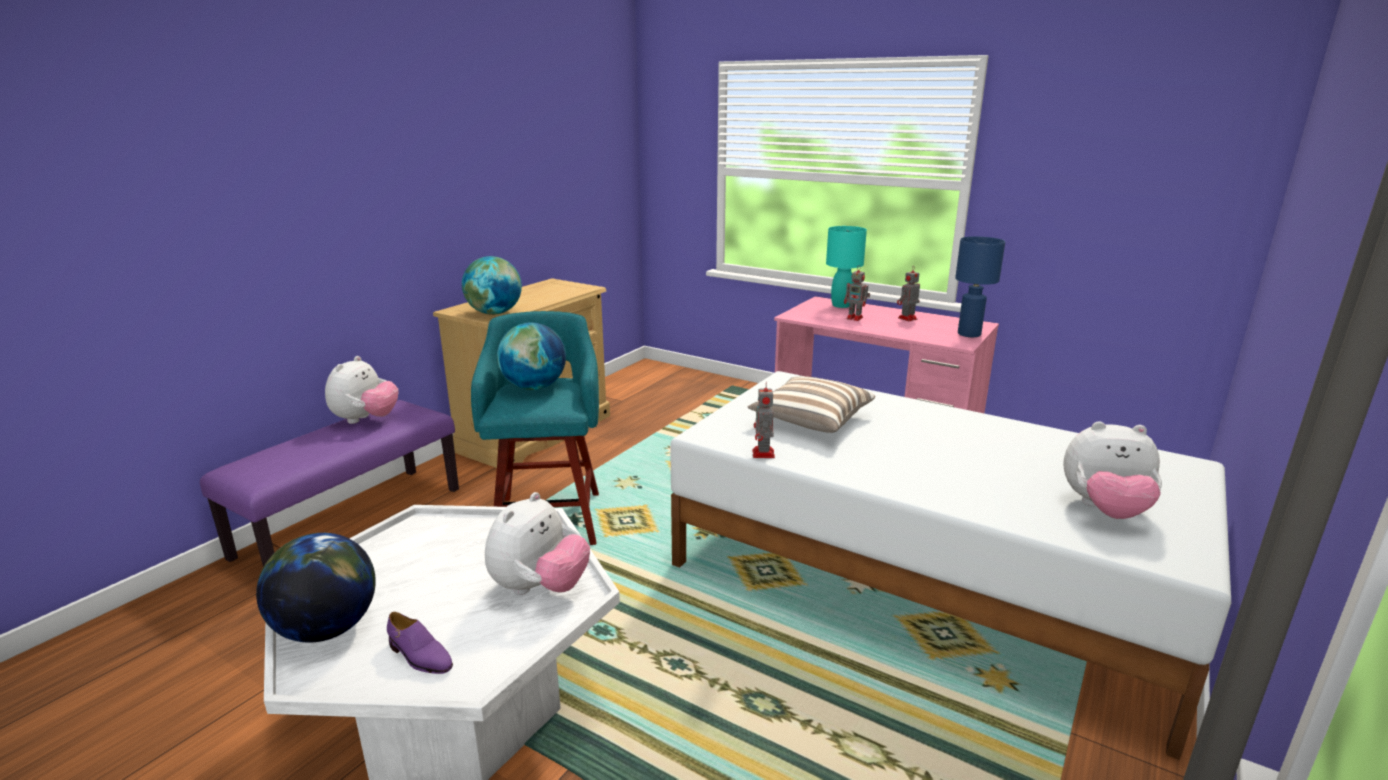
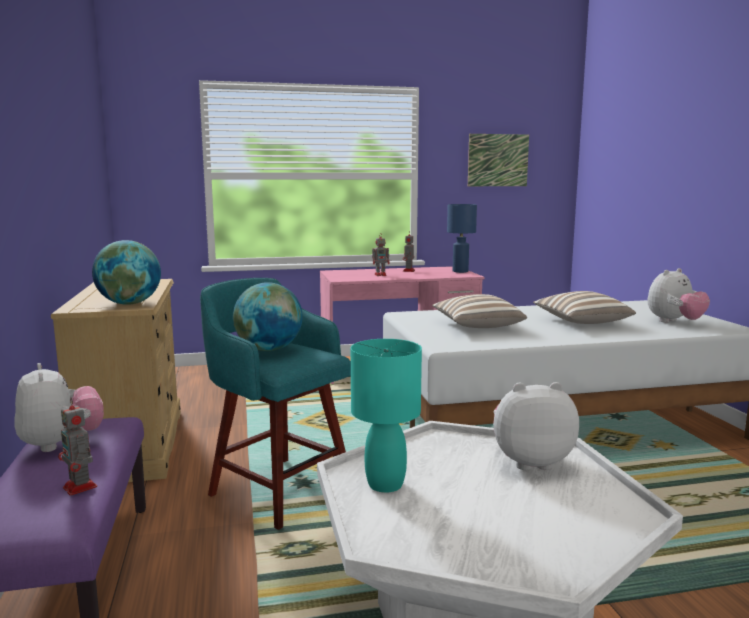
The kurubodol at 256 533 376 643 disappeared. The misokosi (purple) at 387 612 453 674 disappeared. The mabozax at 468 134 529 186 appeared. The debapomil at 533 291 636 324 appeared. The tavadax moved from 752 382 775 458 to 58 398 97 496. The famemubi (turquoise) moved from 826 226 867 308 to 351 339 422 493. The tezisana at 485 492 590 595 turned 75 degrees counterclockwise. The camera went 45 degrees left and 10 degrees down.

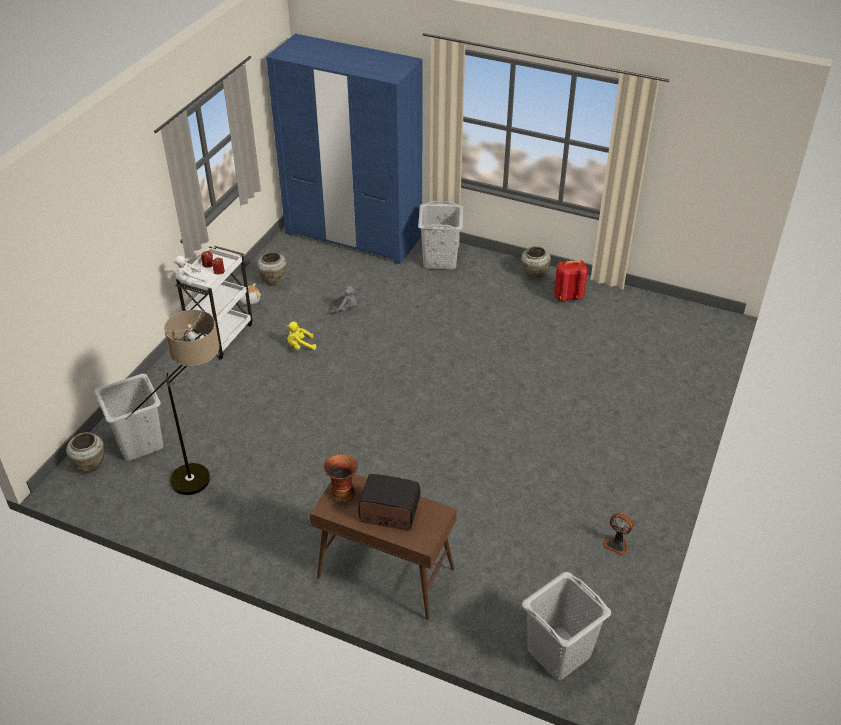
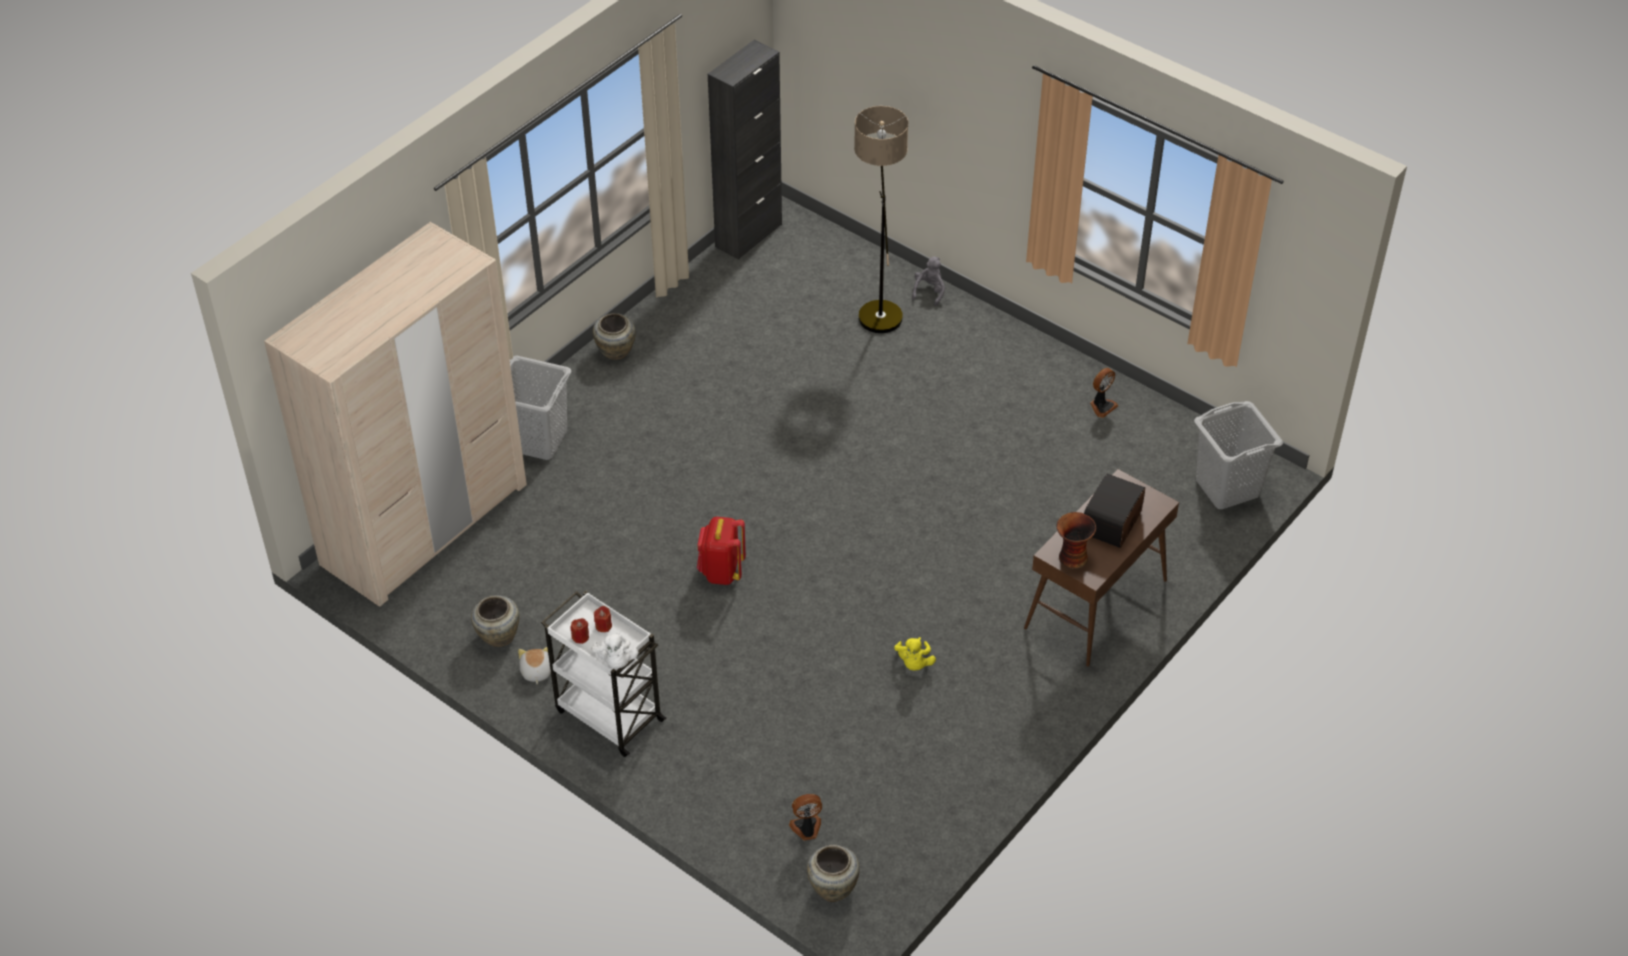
The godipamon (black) at 708 40 782 260 appeared. The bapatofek moved from 125 310 219 495 to 854 106 908 333. The tezisana (yellow) moved from 286 322 316 350 to 894 637 936 671. The tezisana (grey) moved from 330 286 357 315 to 912 257 945 306. The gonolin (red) moved from 554 260 588 301 to 697 517 746 585. The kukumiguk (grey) at 94 374 163 461 was replaced by the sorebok at 789 794 822 841. The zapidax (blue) at 266 34 423 264 became the zapidax (beige) at 264 222 527 606. The camera went 75 degrees left and 5 degrees up.

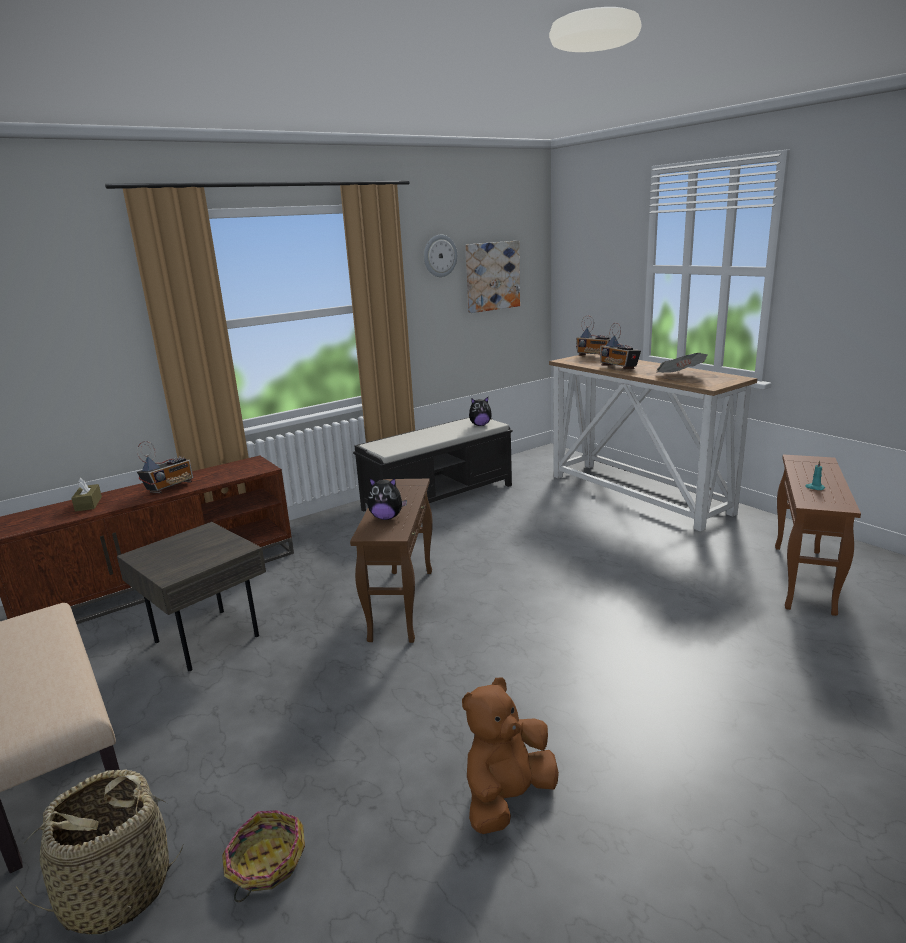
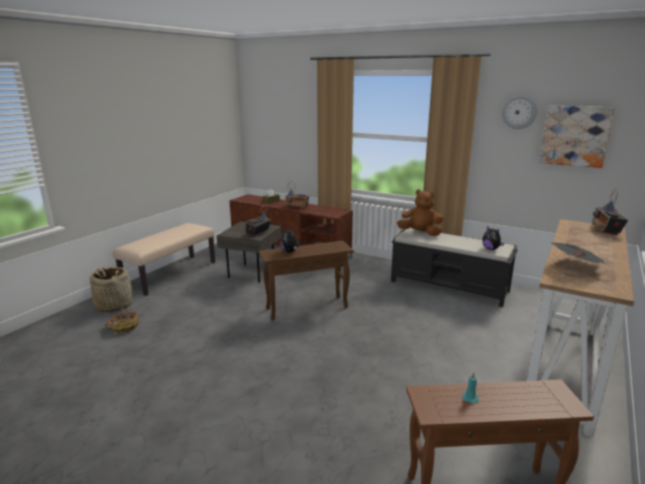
The tezisana (brown) moved from 462 677 559 834 to 397 189 443 236. The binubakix moved from 599 323 641 369 to 245 204 271 237. The camera went 65 degrees right and 0 degrees up.

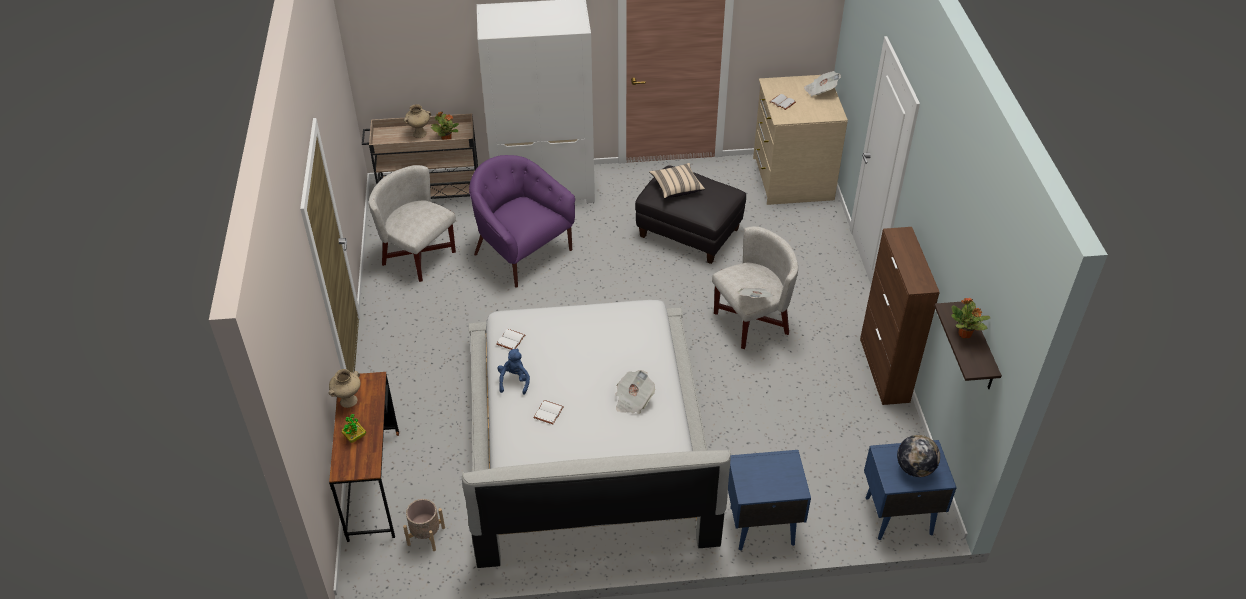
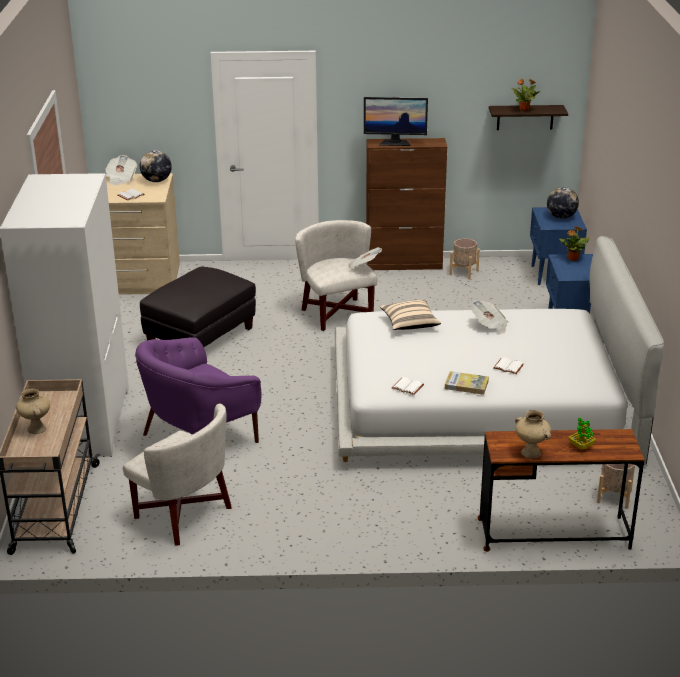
The kurubodol at 140 150 172 182 appeared. The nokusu at 364 97 428 146 appeared. The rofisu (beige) at 449 238 480 279 appeared. The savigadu moved from 431 112 459 140 to 559 226 590 261. The debapomil (beige) moved from 649 163 705 199 to 380 300 441 330. The tezisana (blue) at 497 348 530 395 was replaced by the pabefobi at 445 371 489 395. The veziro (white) at 369 165 456 282 turned 90 degrees counterclockwise. The camera went 85 degrees left and 15 degrees down.

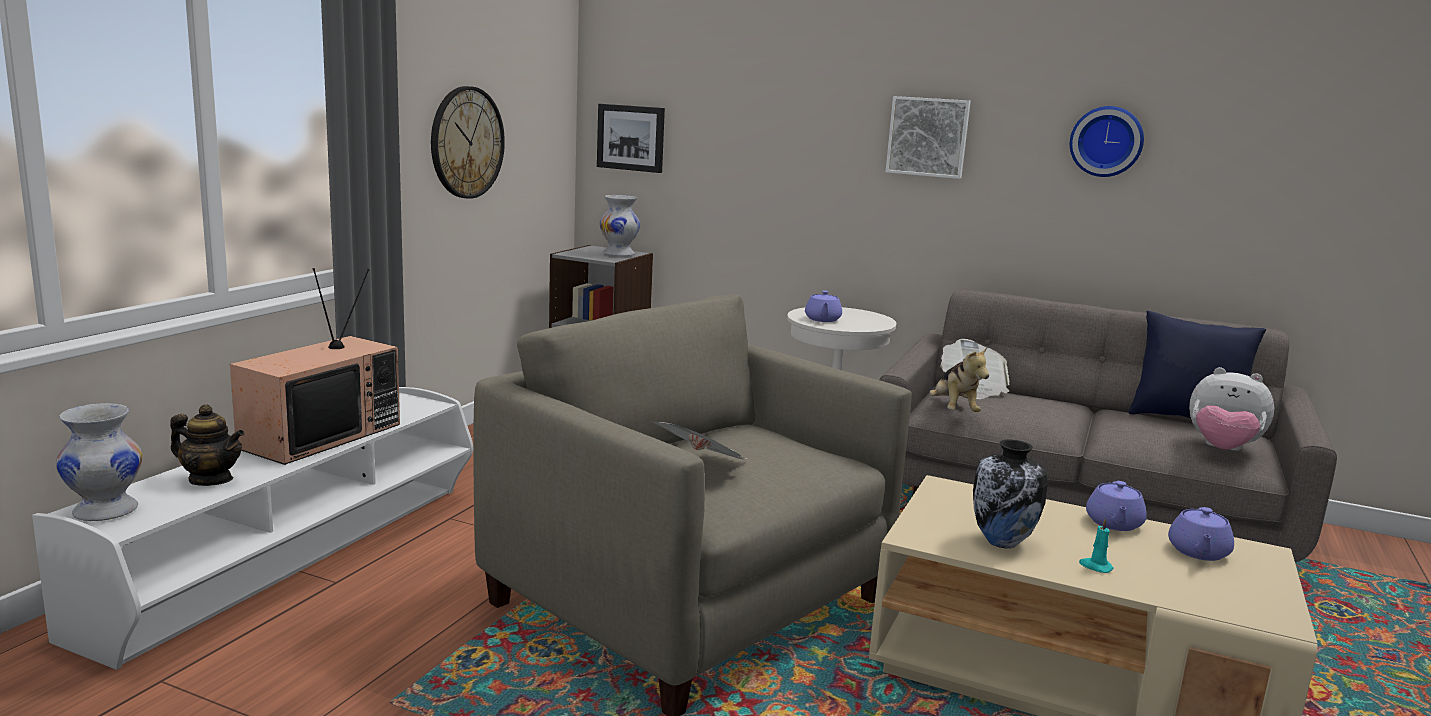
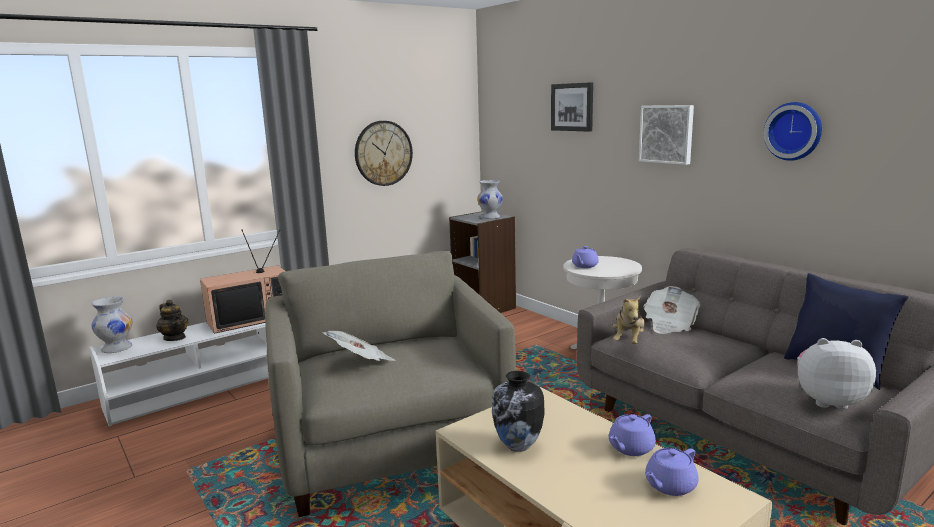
The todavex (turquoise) at 1079 518 1114 573 disappeared. The mabozax moved from 597 104 665 173 to 551 82 593 132. The tezisana at 1189 367 1274 451 turned 135 degrees clockwise. The camera went 30 degrees right and 0 degrees up.

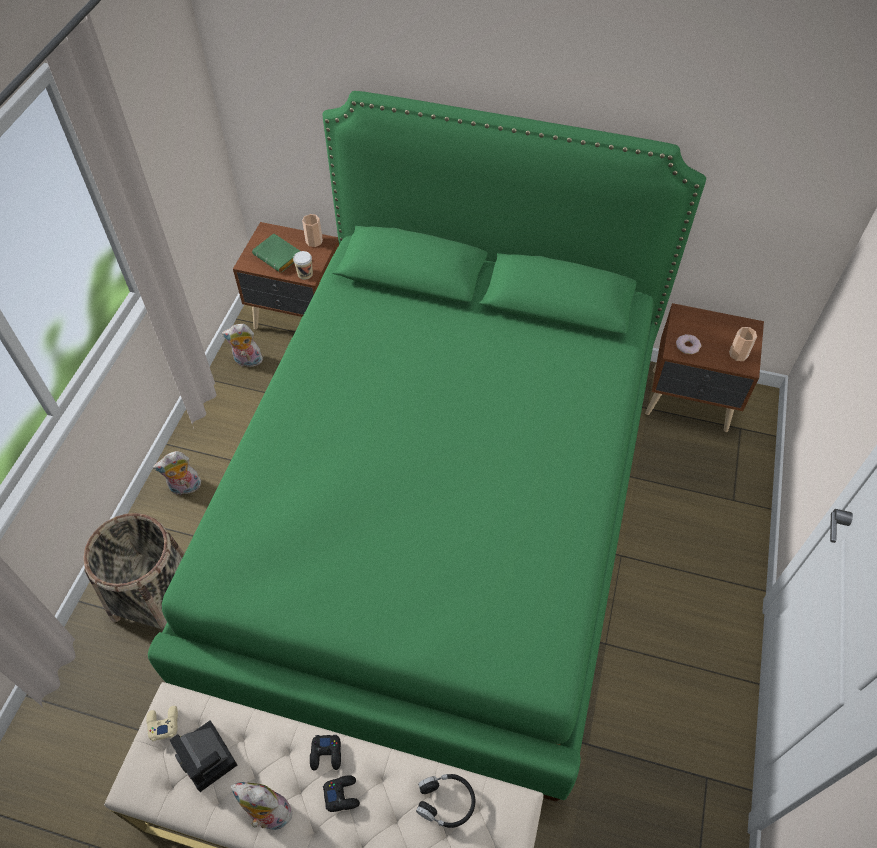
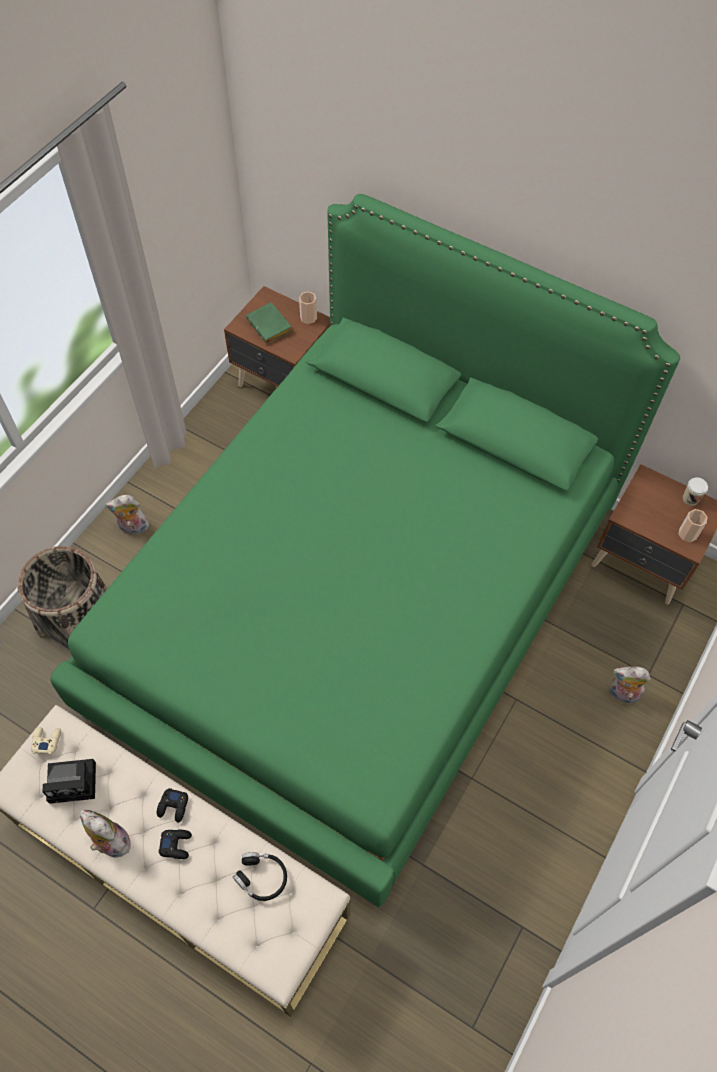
The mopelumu at 676 334 701 354 disappeared. The tezisana moved from 221 324 263 367 to 609 666 650 704. The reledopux moved from 293 251 313 280 to 683 477 708 506. The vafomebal at 170 721 237 792 turned 75 degrees counterclockwise. The camera went 15 degrees right and 5 degrees up.

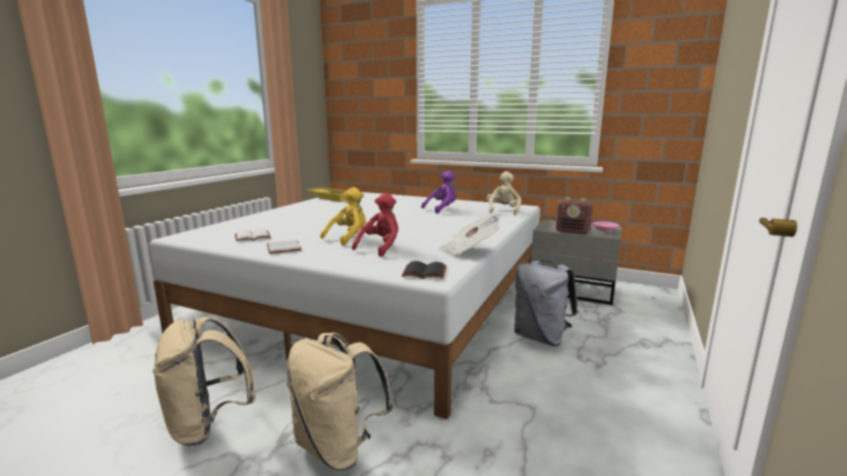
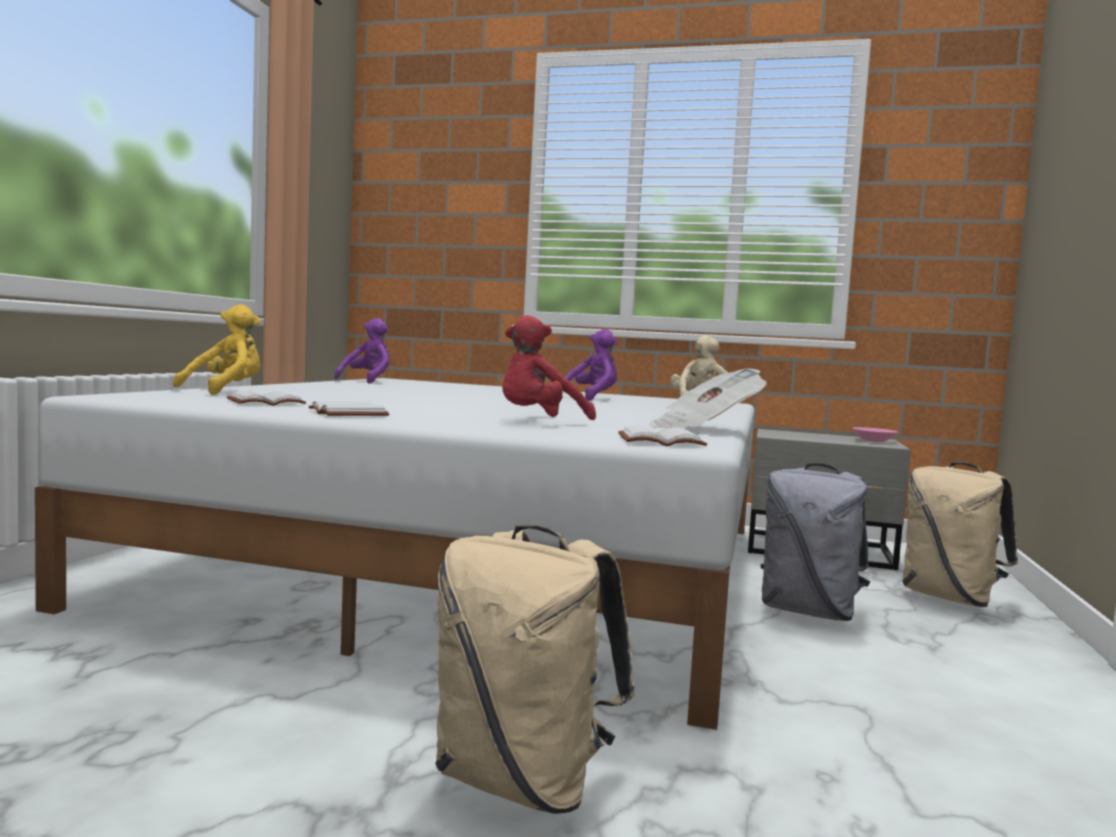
The binubakix at 556 197 593 234 disappeared. The gonolin (beige) moved from 152 317 256 446 to 902 462 1018 607. The tezisana (yellow) moved from 320 187 366 246 to 173 305 260 395. The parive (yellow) at 306 187 347 202 was replaced by the tezisana (purple) at 334 318 390 384. The pabefobi (black) at 401 261 447 279 became the pabefobi (white) at 618 425 707 446. The tezisana (red) at 352 193 398 257 turned 150 degrees counterclockwise. The camera went 10 degrees left and 10 degrees down.

